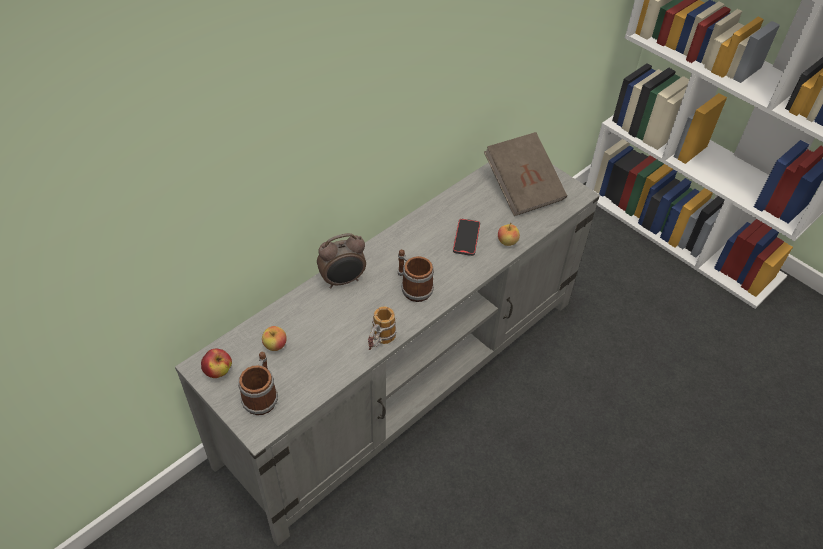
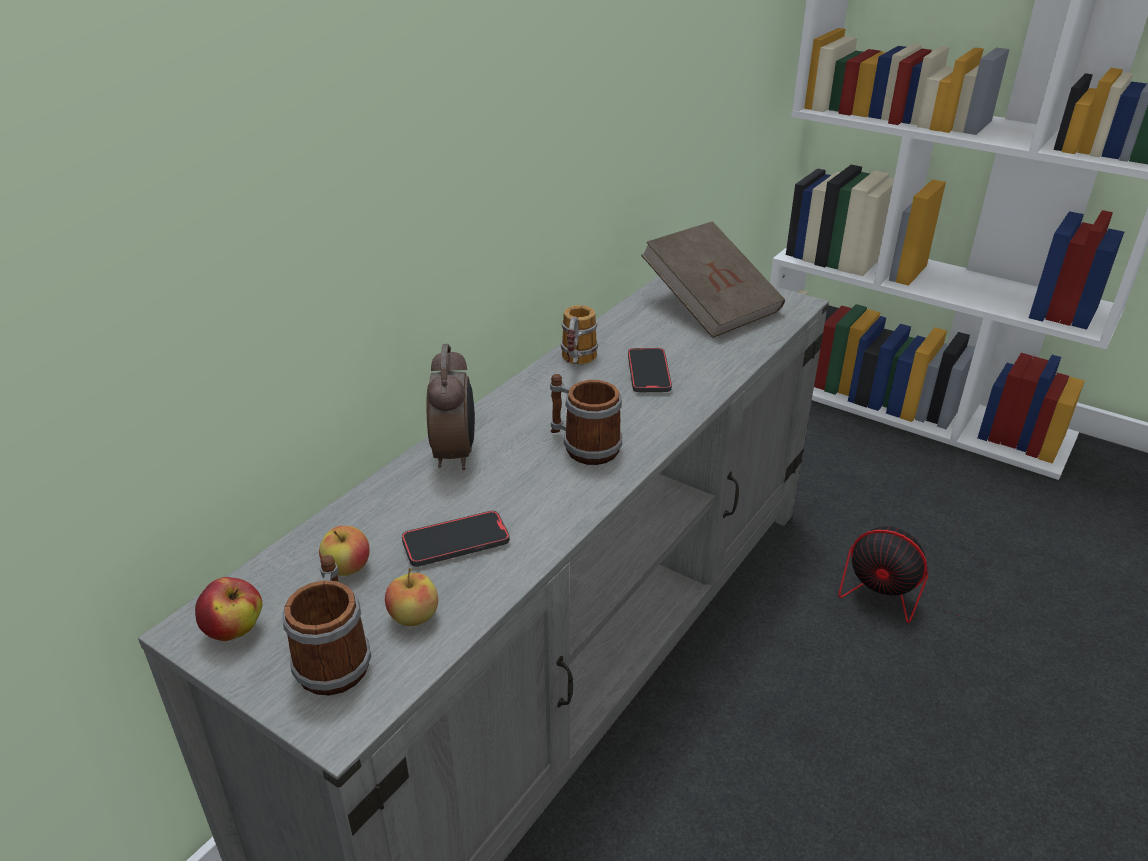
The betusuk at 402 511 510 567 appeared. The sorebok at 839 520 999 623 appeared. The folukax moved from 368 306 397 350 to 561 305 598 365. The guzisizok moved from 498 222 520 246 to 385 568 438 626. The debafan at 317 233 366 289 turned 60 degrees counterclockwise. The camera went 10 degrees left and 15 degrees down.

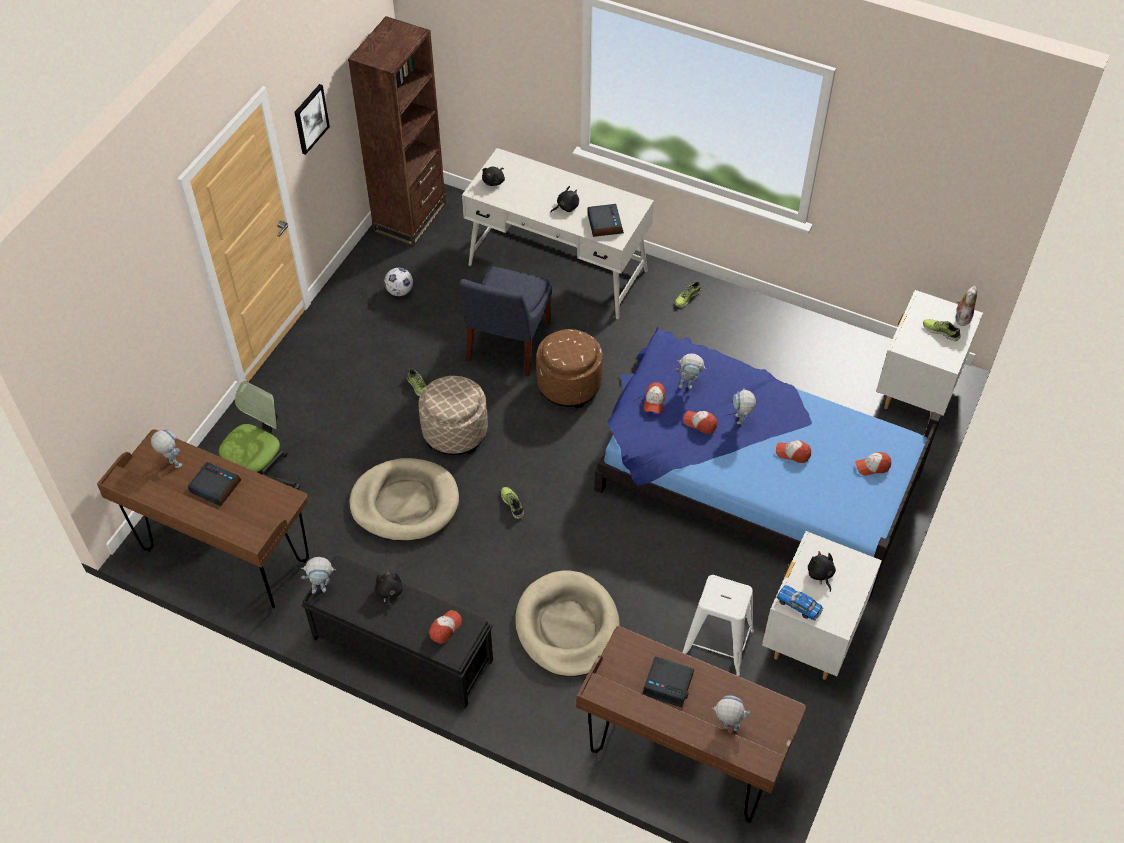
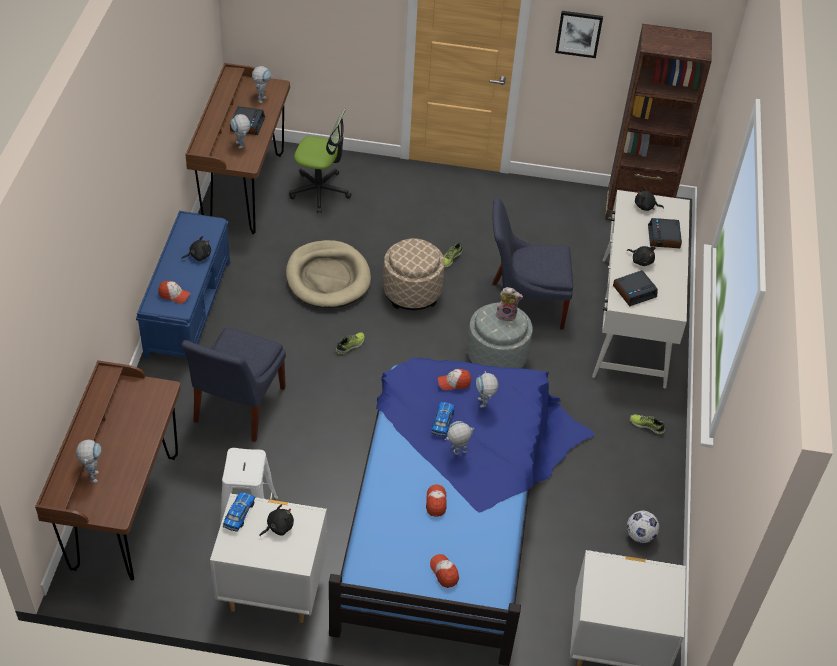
The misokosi at 923 319 961 341 disappeared. The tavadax moved from 301 557 336 594 to 230 114 251 149. The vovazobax moved from 384 268 413 296 to 627 511 659 543. The debafan moved from 643 656 694 707 to 648 218 682 248. The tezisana moved from 956 286 977 326 to 496 287 523 322. The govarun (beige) at 515 571 620 677 was replaced by the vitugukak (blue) at 181 327 286 442. The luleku at 683 411 718 434 was replaced by the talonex at 431 402 455 436. The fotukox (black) at 301 556 493 709 became the fotukox (blue) at 136 211 230 365. The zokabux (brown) at 536 329 603 408 became the zokabux (grey) at 467 302 533 369. The camera went 70 degrees right and 5 degrees down.

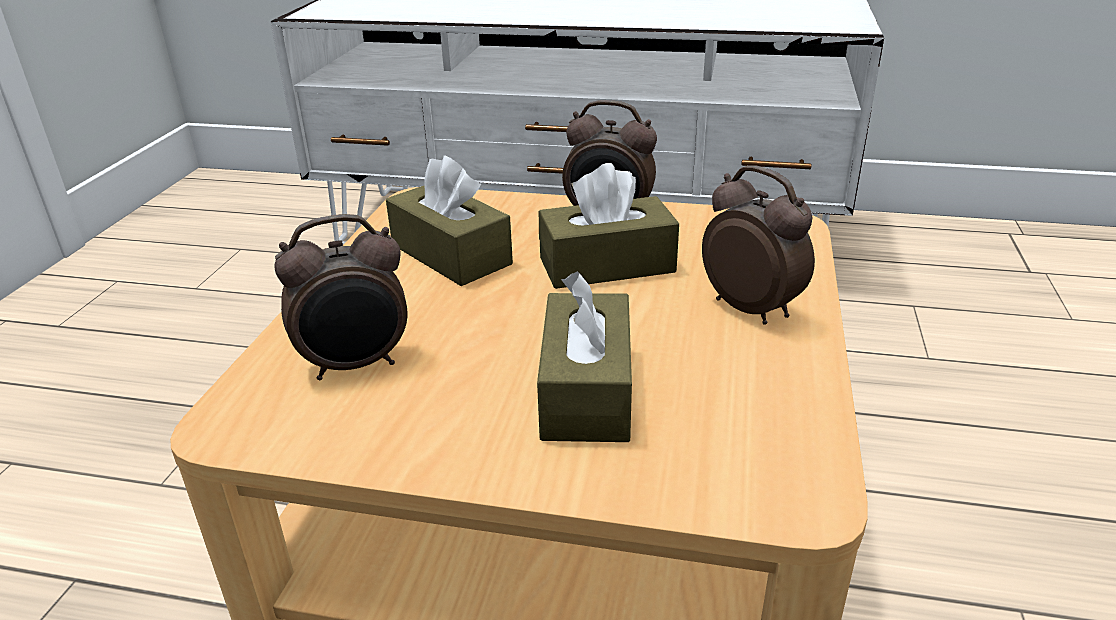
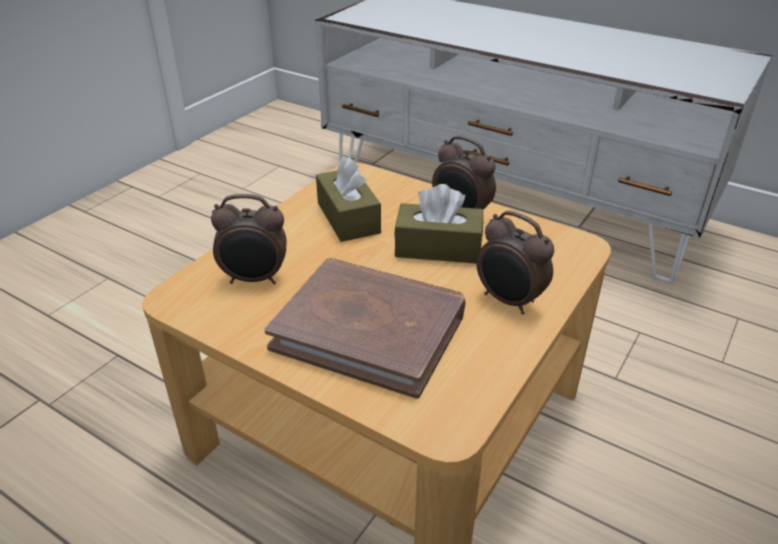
The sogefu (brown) at 537 271 632 442 was replaced by the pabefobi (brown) at 265 258 465 399. The debafan at 702 165 815 325 turned 150 degrees clockwise. The camera went 20 degrees right and 5 degrees up.

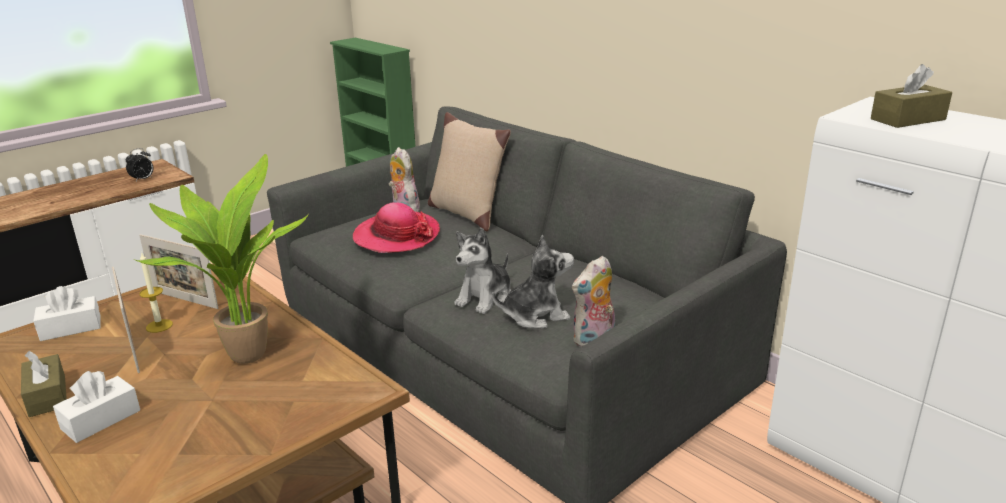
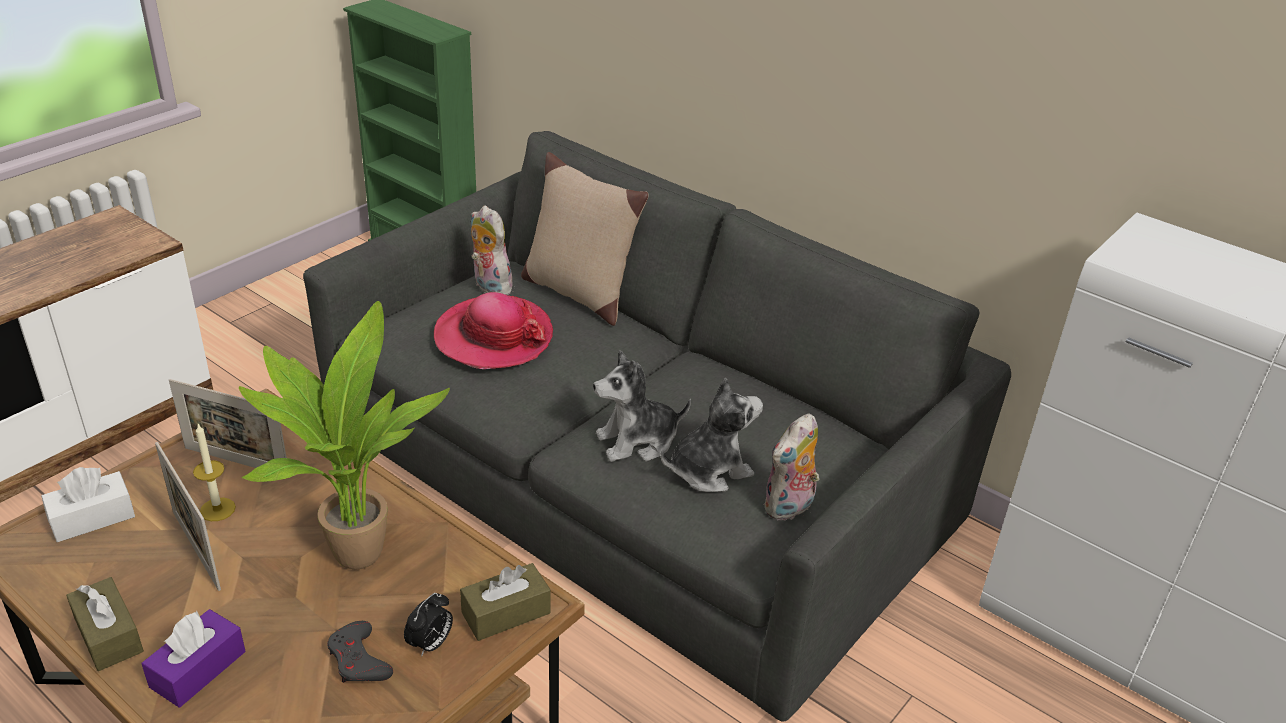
The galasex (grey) at 327 621 393 683 appeared. The debafan moved from 126 148 154 182 to 404 593 453 656. The sogefu (brown) moved from 871 64 952 128 to 460 563 551 641. The sogefu (white) at 53 371 140 443 became the sogefu (purple) at 141 609 245 707. The tezisana at 454 228 511 314 turned 45 degrees clockwise. The camera went 10 degrees left and 10 degrees up.

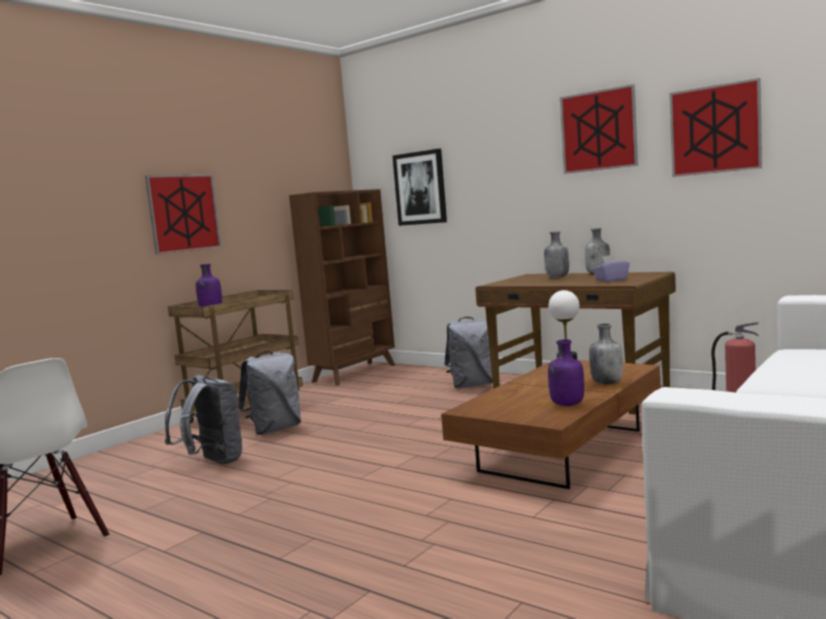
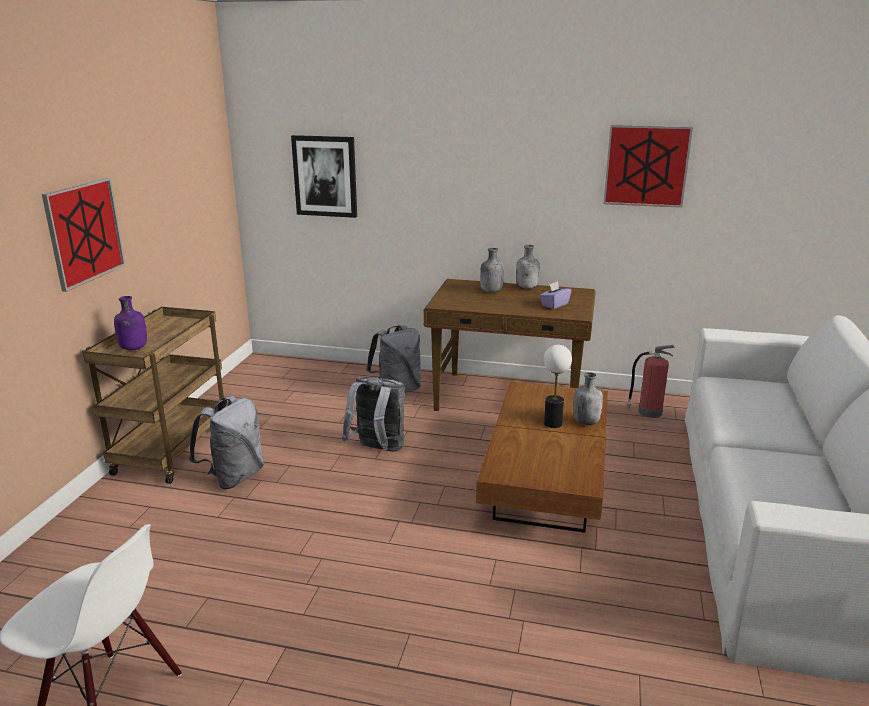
The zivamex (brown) at 289 189 395 385 disappeared. The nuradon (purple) at 548 339 584 406 disappeared. The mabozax at 560 84 638 174 disappeared. The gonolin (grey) moved from 165 375 242 465 to 342 377 405 452. The camera went 25 degrees left and 15 degrees up.

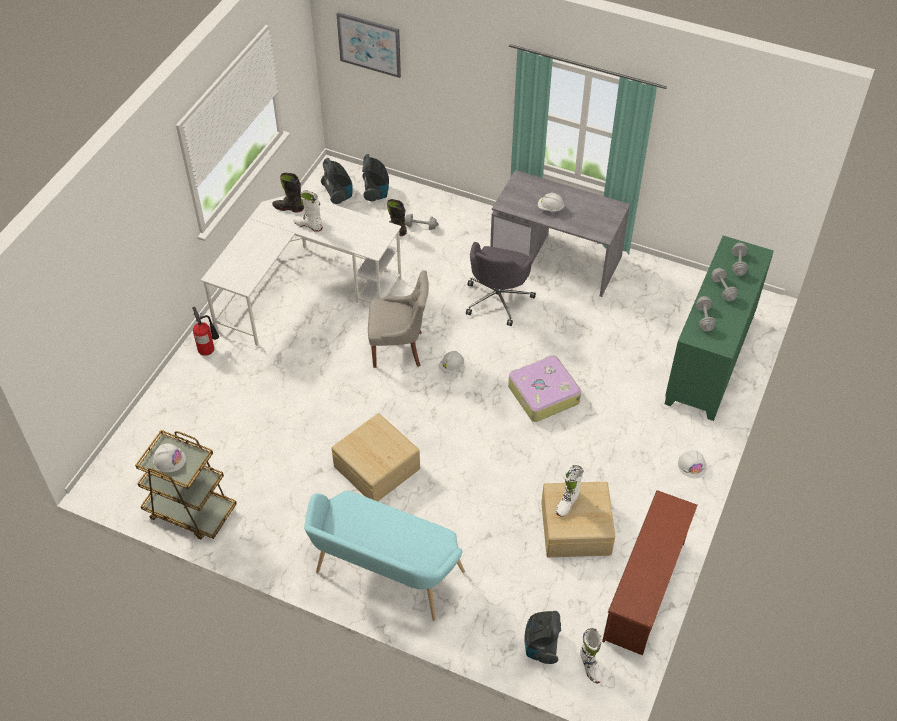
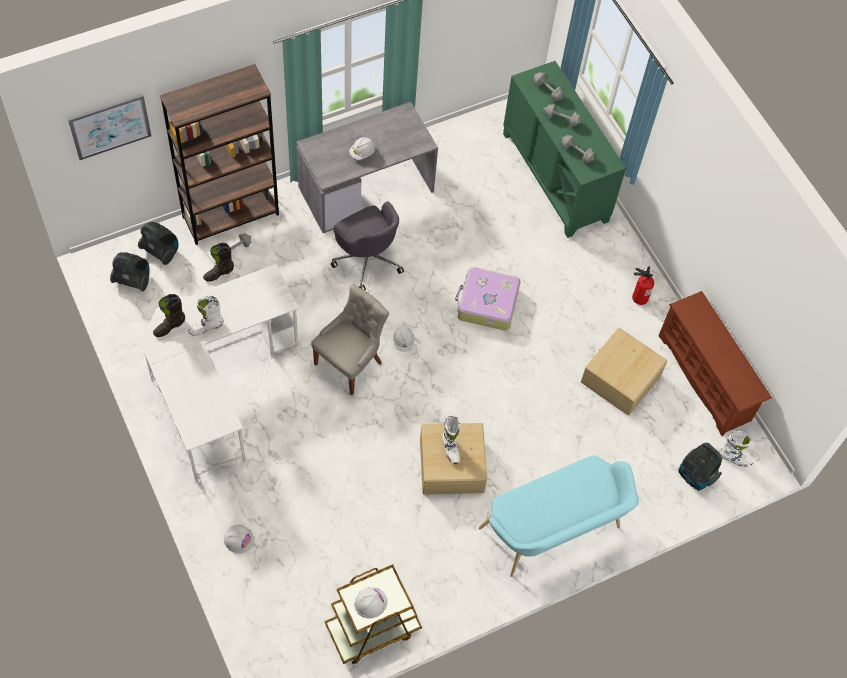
The zivamex (brown) at 160 64 279 245 appeared. The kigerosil moved from 192 307 219 356 to 632 266 654 305. The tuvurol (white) moved from 556 465 584 517 to 443 416 460 464. The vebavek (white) moved from 678 450 706 478 to 224 525 254 553. The camera went 55 degrees left and 10 degrees up.

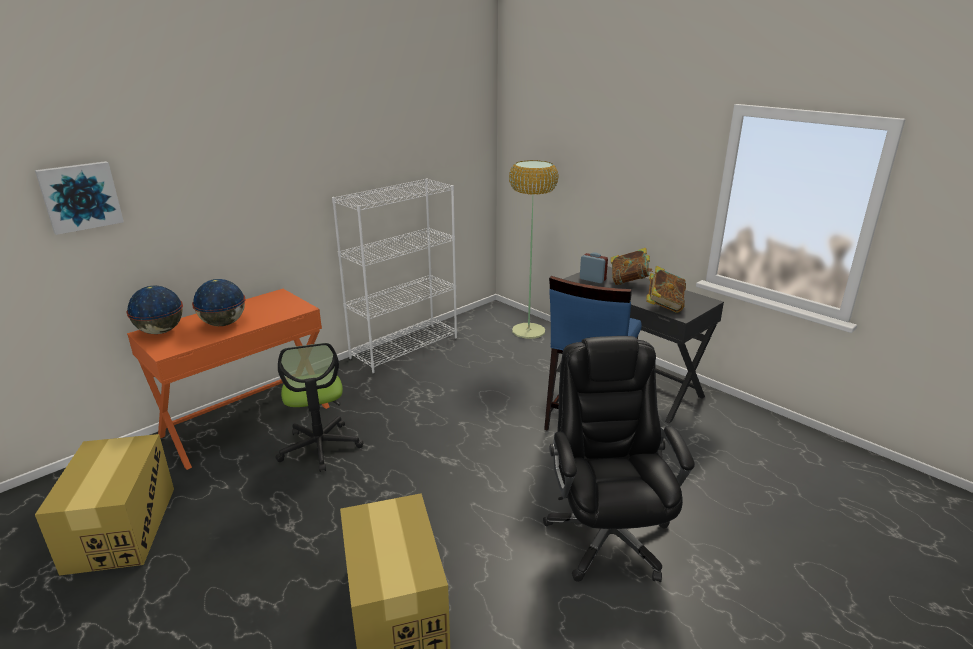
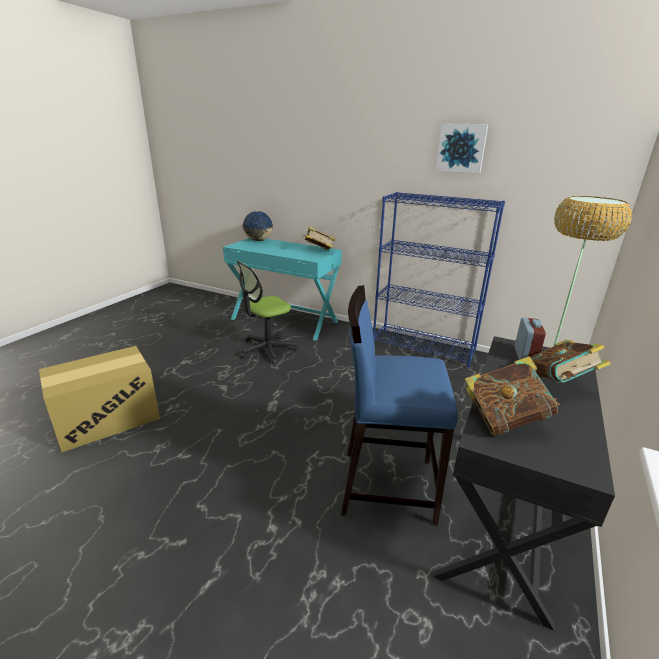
The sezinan at 35 434 174 576 disappeared. The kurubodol at 192 279 246 326 disappeared. The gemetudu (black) at 543 336 695 582 disappeared. The pabefobi at 303 227 336 250 appeared. The mabozax moved from 35 161 124 235 to 436 123 488 173. The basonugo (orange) at 127 289 330 470 became the basonugo (turquoise) at 223 238 342 341. The zivamex (white) at 332 178 457 373 became the zivamex (blue) at 373 192 505 368. The camera went 70 degrees right and 0 degrees up.

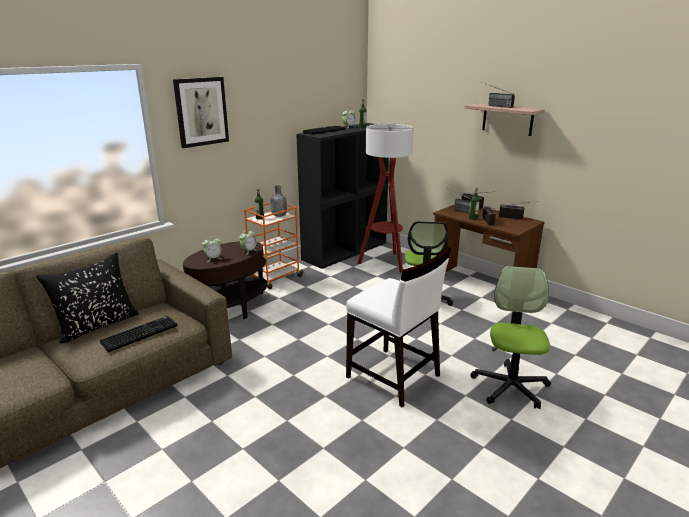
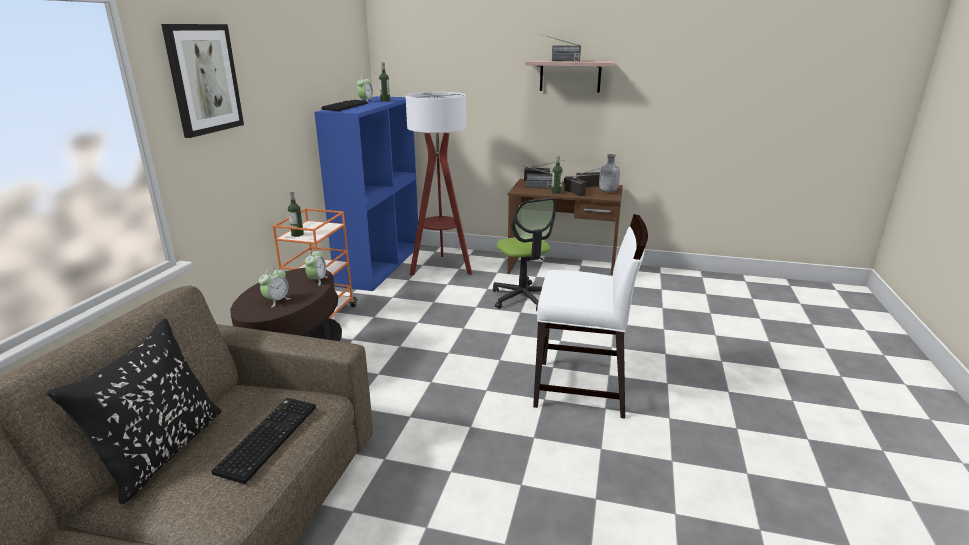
The gemetudu at 470 266 551 409 disappeared. The nuradon (grey) moved from 270 185 287 217 to 599 154 620 192. The zivamex (black) at 296 123 388 269 became the zivamex (blue) at 314 96 418 291. The camera went 30 degrees left and 0 degrees up.

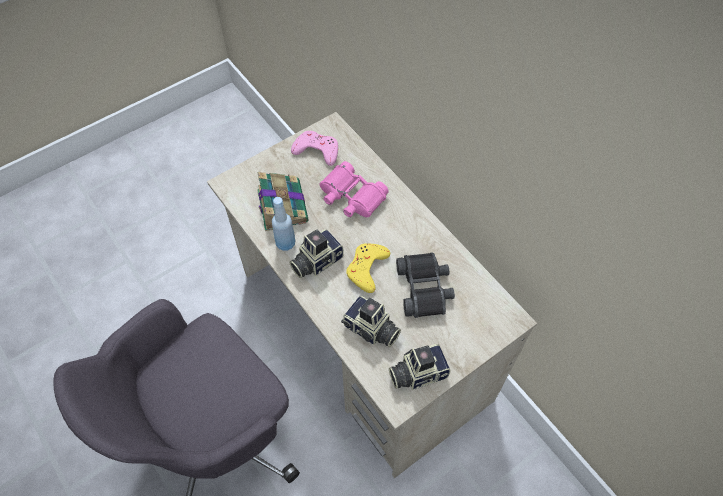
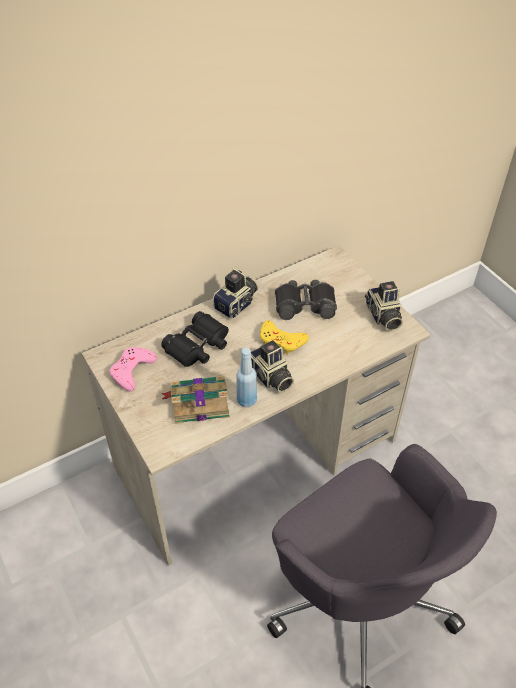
The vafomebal moved from 341 296 401 347 to 213 268 258 319. The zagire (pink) at 319 161 389 217 became the zagire (black) at 161 311 229 367. The camera went 85 degrees left and 10 degrees down.

